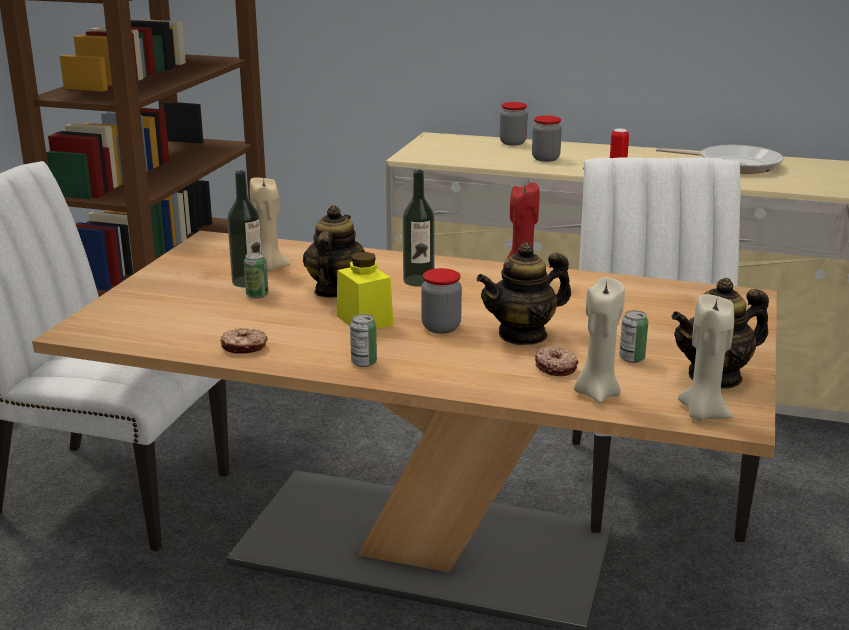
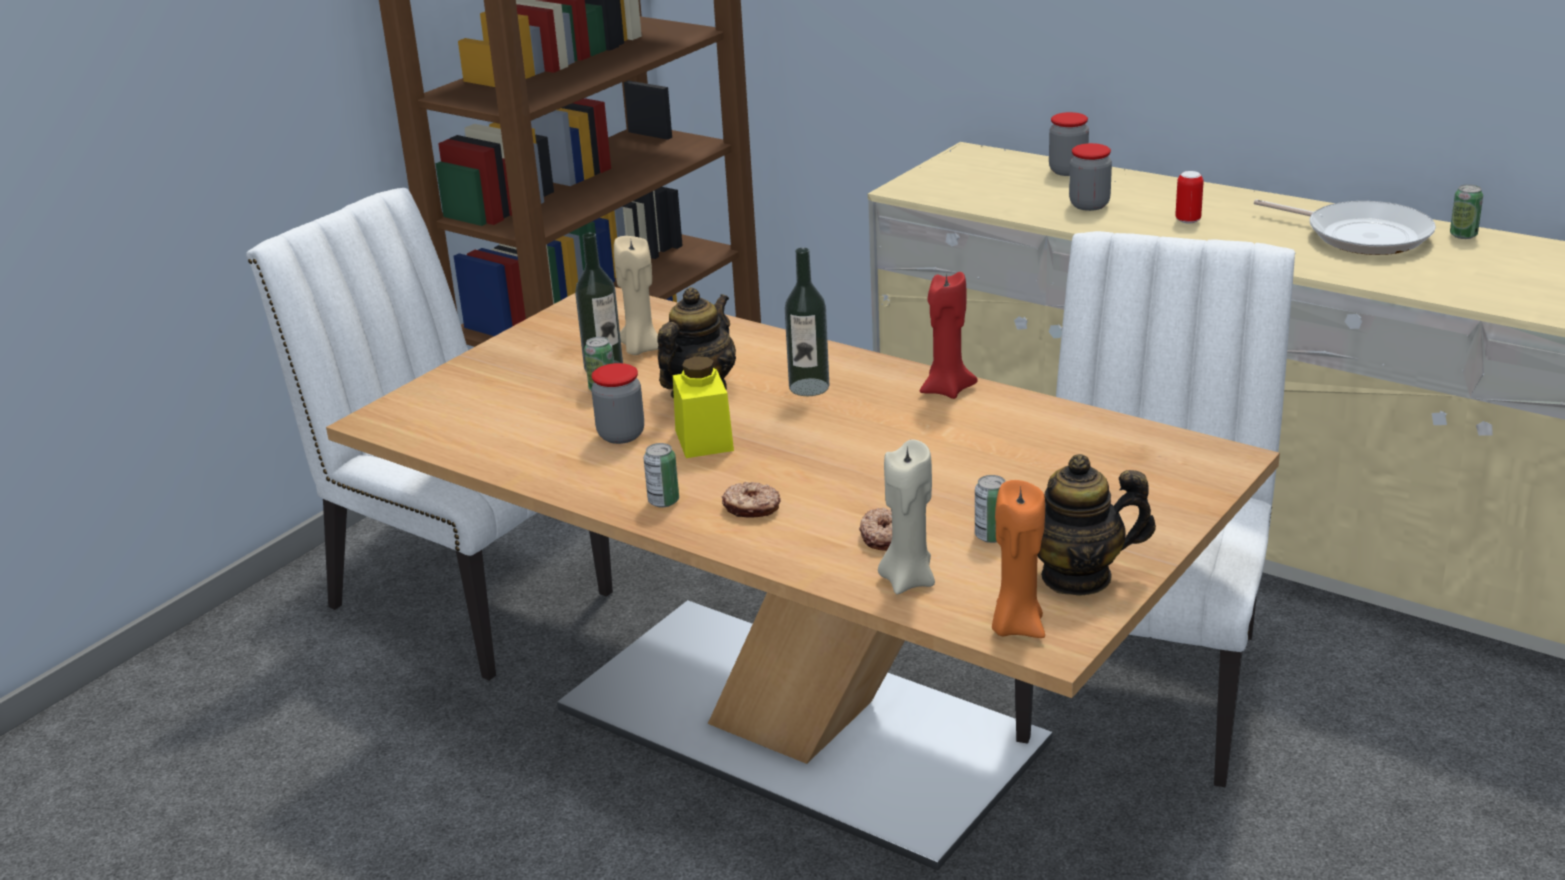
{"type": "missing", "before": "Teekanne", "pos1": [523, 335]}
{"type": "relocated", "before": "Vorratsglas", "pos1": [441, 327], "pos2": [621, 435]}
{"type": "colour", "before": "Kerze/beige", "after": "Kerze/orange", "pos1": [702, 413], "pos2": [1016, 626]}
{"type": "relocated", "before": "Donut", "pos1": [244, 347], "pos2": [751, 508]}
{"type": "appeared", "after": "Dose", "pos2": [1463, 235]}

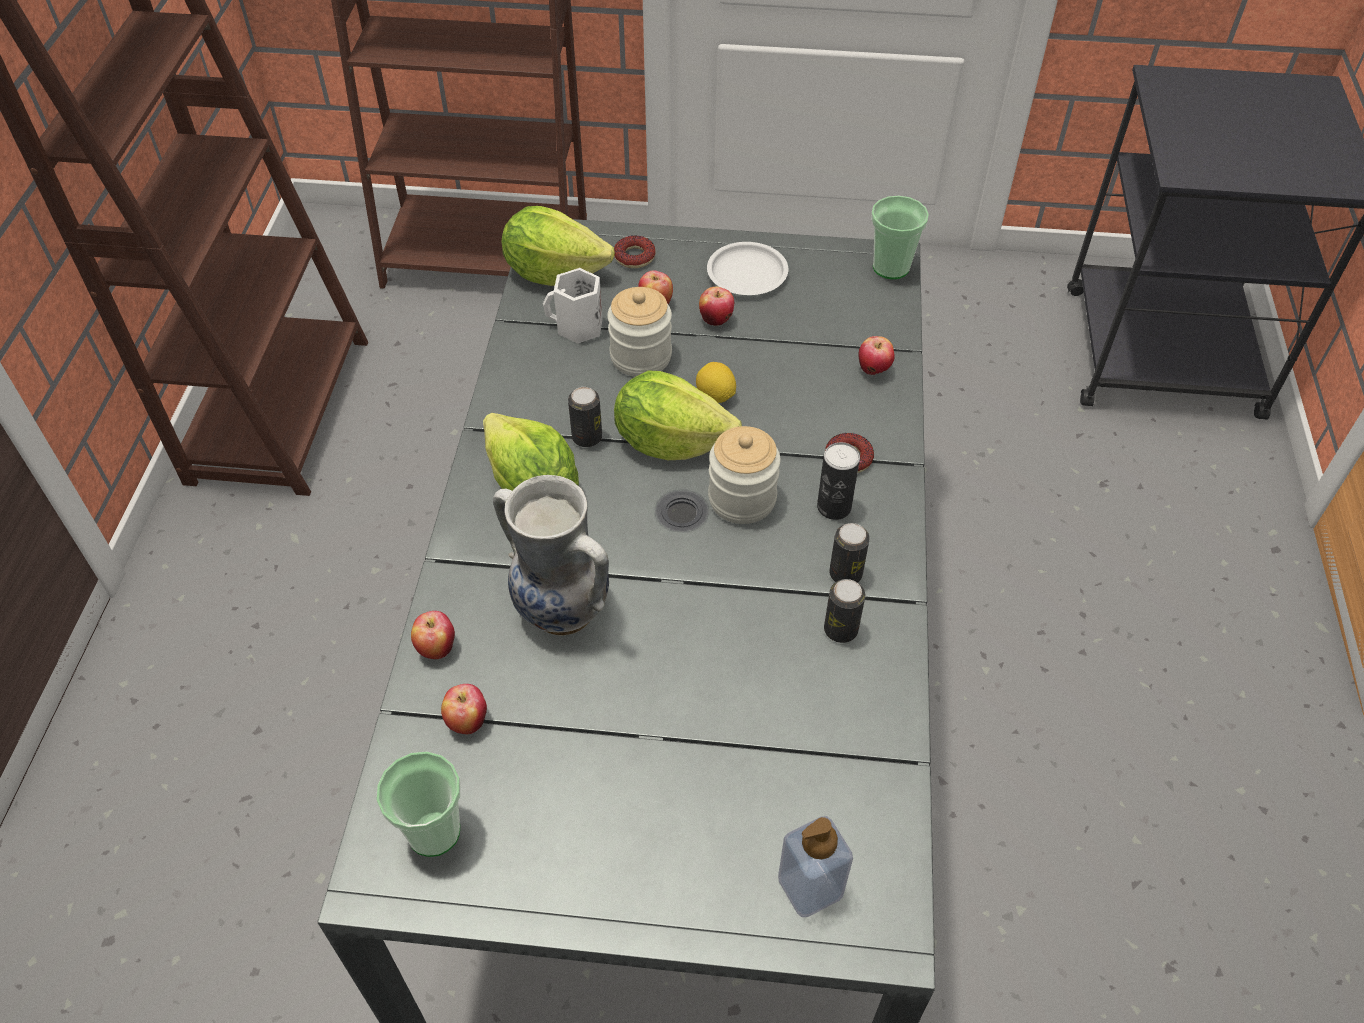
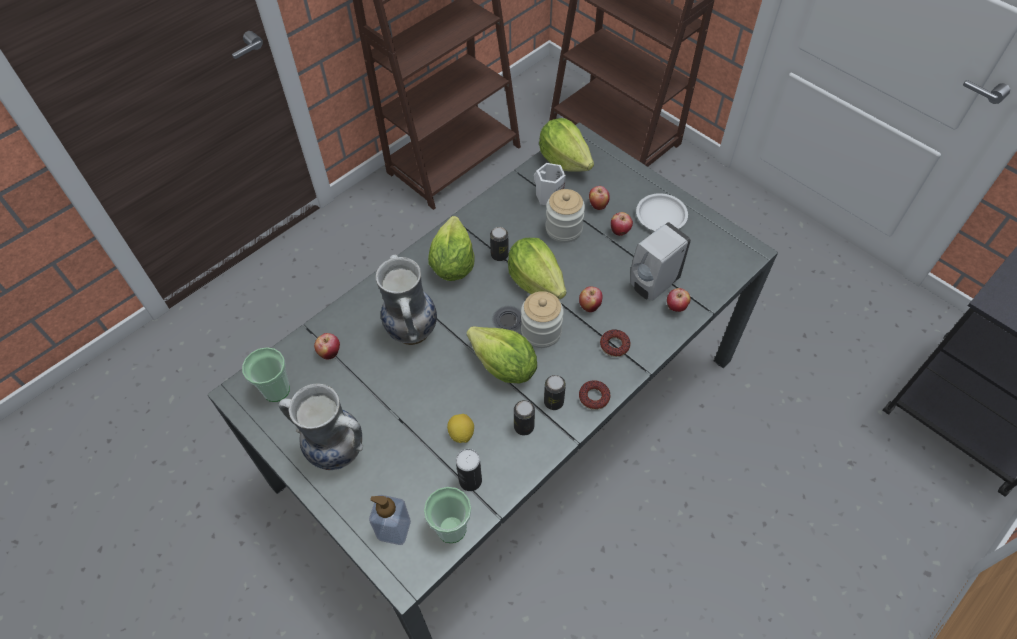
{"type": "relocated", "before": "Tasse", "pos1": [891, 267], "pos2": [451, 528]}
{"type": "relocated", "before": "Donut", "pos1": [634, 257], "pos2": [594, 397]}
{"type": "relocated", "before": "Zitrone", "pos1": [715, 396], "pos2": [461, 434]}
{"type": "relocated", "before": "Dose", "pos1": [834, 507], "pos2": [470, 480]}
{"type": "relocated", "before": "Apfel", "pos1": [436, 648], "pos2": [589, 306]}
{"type": "appeared", "after": "Seifenspender/weiß", "pos2": [652, 285]}
{"type": "appeared", "after": "Salatkopf", "pos2": [504, 367]}
{"type": "appeared", "after": "Vase", "pos2": [336, 452]}

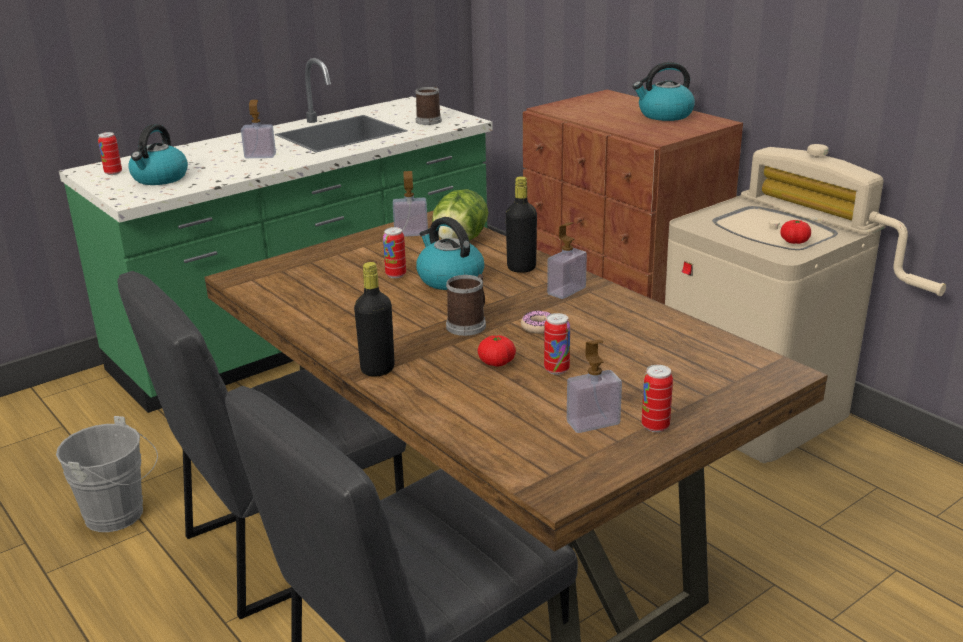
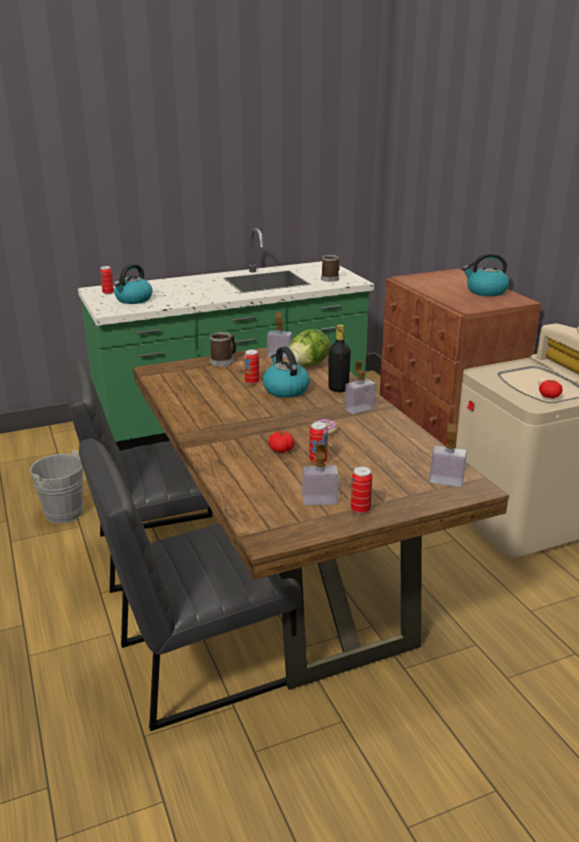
{"type": "relocated", "before": "Seifenspender", "pos1": [260, 156], "pos2": [446, 481]}
{"type": "missing", "before": "Flasche/schwarz", "pos1": [377, 369]}
{"type": "relocated", "before": "Henkelbecher", "pos1": [469, 324], "pos2": [224, 361]}

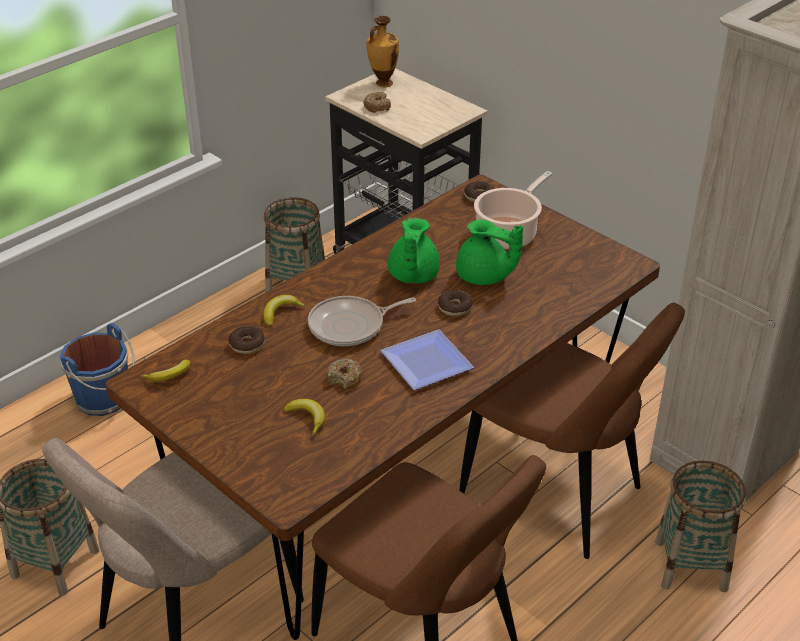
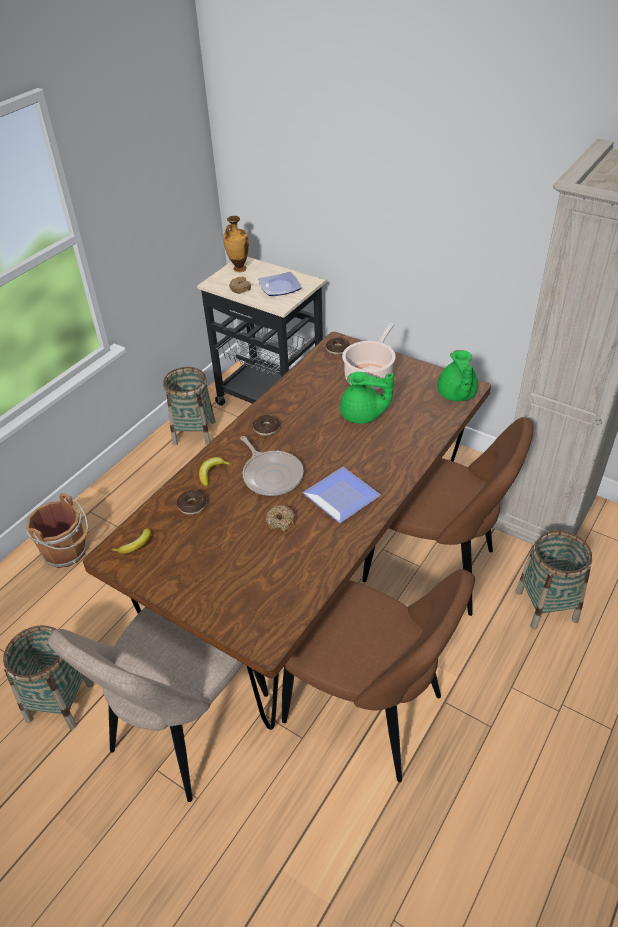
{"type": "relocated", "before": "Teekanne/grün", "pos1": [412, 276], "pos2": [456, 395]}
{"type": "relocated", "before": "Donut", "pos1": [455, 307], "pos2": [266, 428]}
{"type": "spun", "before": "Pfanne", "pos1": [350, 326], "pos2": [271, 475], "turn": -90}
{"type": "colour", "before": "Eimer/blau", "after": "Eimer/braun", "pos1": [105, 399], "pos2": [67, 552]}
{"type": "missing", "before": "Banane", "pos1": [307, 418]}
{"type": "appeared", "after": "Teller", "pos2": [280, 286]}

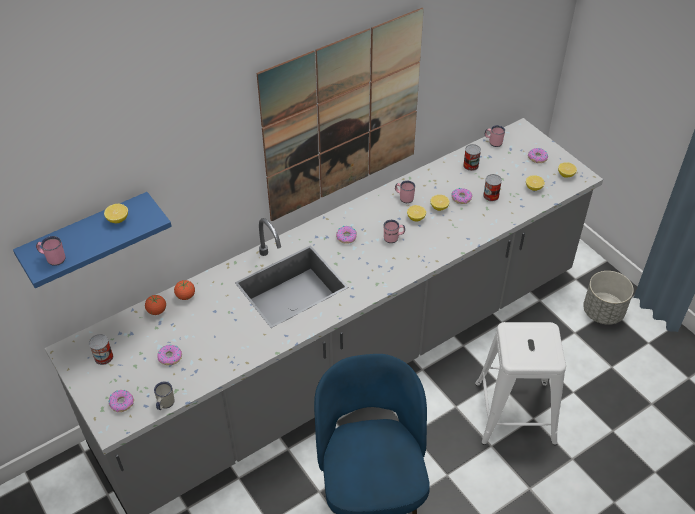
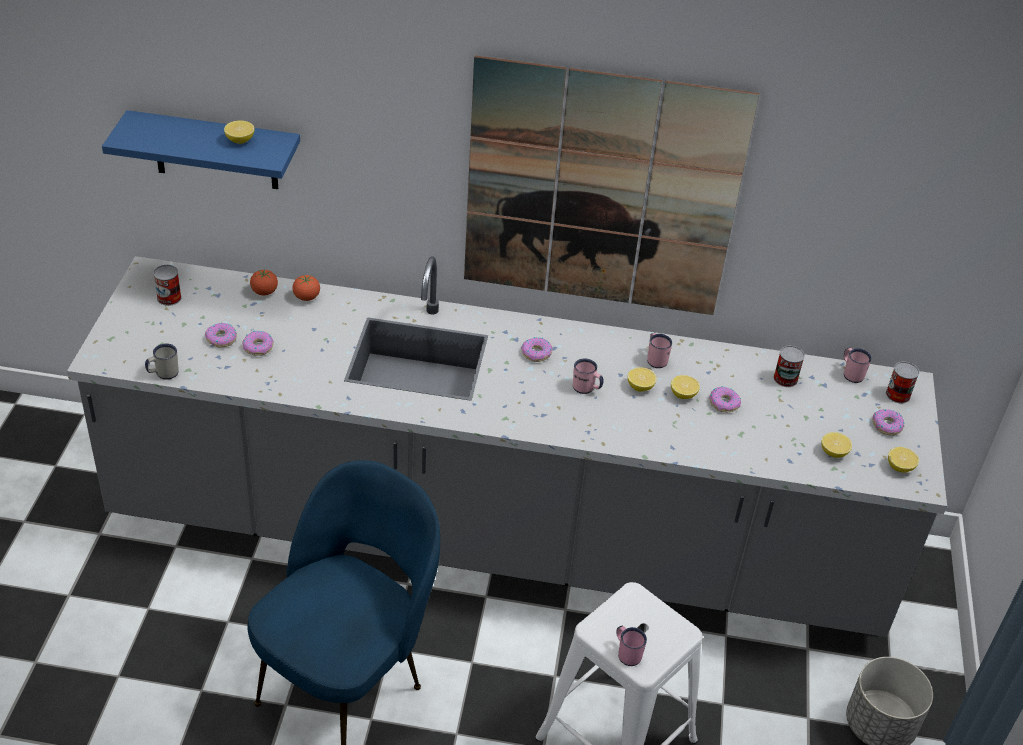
{"type": "relocated", "before": "Dose", "pos1": [491, 195], "pos2": [898, 395]}
{"type": "relocated", "before": "Henkelbecher/rosa", "pos1": [53, 258], "pos2": [627, 653]}
{"type": "relocated", "before": "Donut", "pos1": [121, 403], "pos2": [258, 347]}

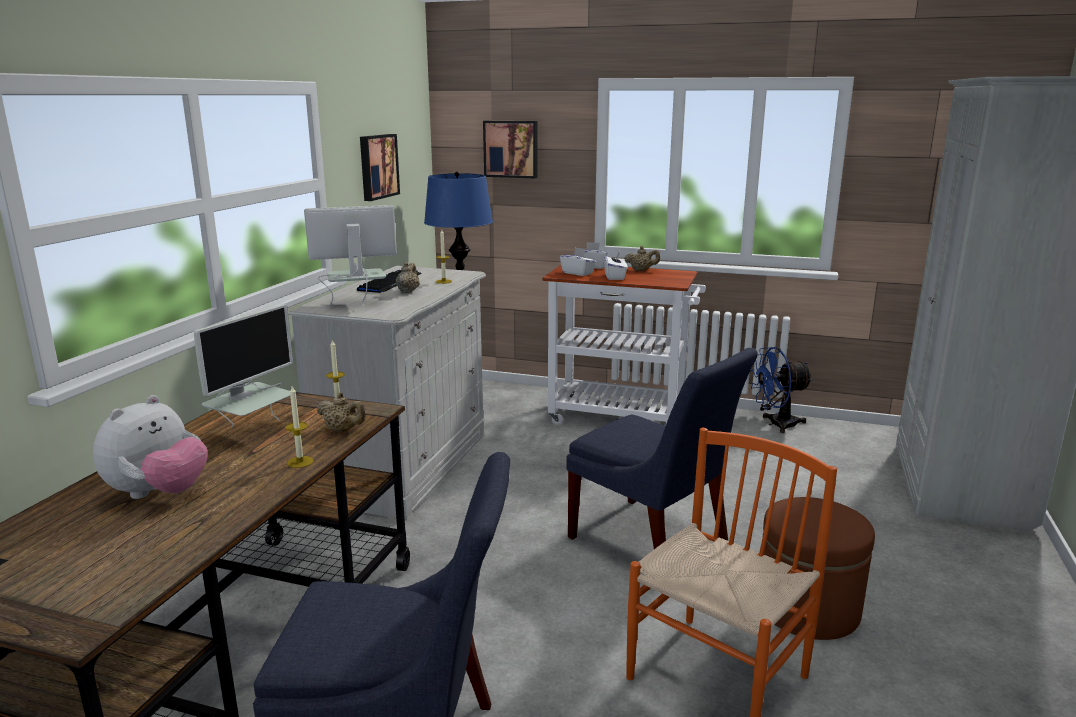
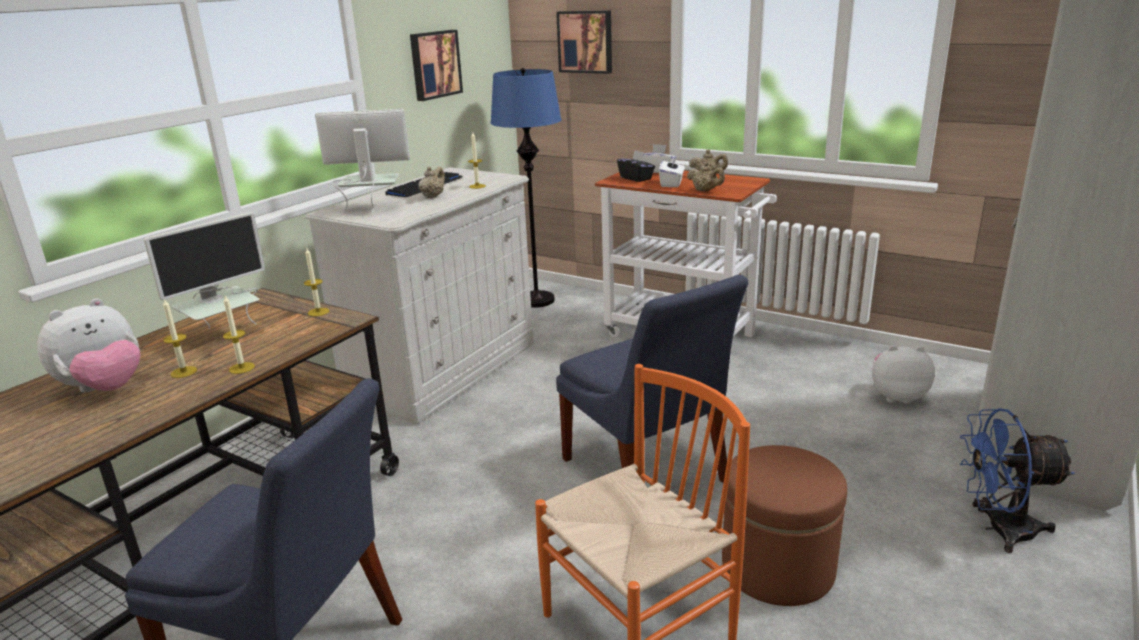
{"type": "colour", "before": "Taschentuchbox/weiß", "after": "Taschentuchbox/schwarz", "pos1": [578, 273], "pos2": [636, 178]}
{"type": "relocated", "before": "Ventilator/blau", "pos1": [776, 424], "pos2": [999, 529]}
{"type": "relocated", "before": "Teekanne/beige", "pos1": [343, 430], "pos2": [705, 191]}
{"type": "appeared", "after": "Kerze", "pos2": [184, 372]}
{"type": "appeared", "after": "Plüschtier", "pos2": [897, 396]}

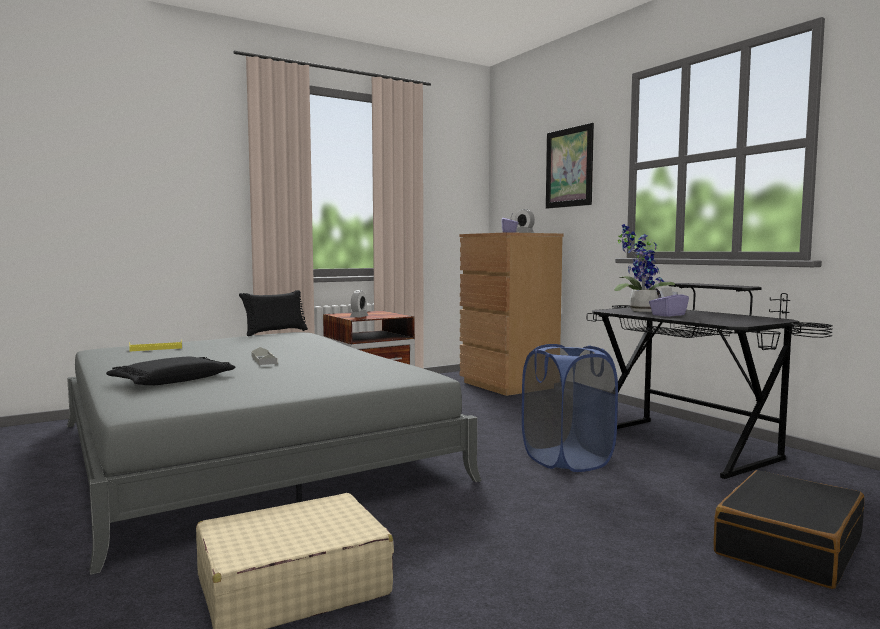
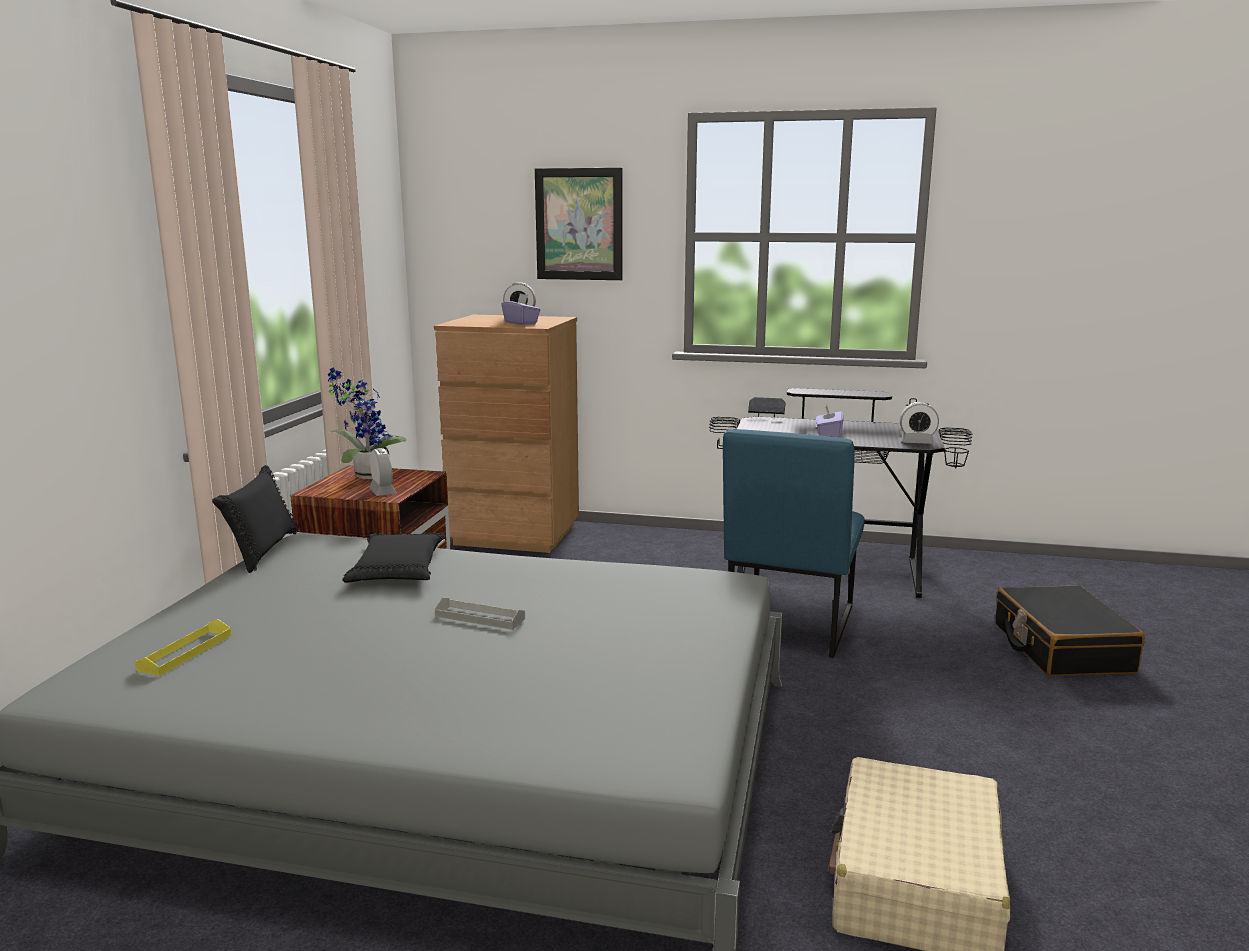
{"type": "relocated", "before": "Topfpflanze", "pos1": [640, 311], "pos2": [366, 475]}
{"type": "exchanged", "before": "Wäschekorb/blau", "after": "Stuhl/blau", "pos1": [566, 460], "pos2": [788, 624]}
{"type": "relocated", "before": "Kissen/schwarz", "pos1": [173, 379], "pos2": [398, 566]}
{"type": "appeared", "after": "Wecker", "pos2": [917, 442]}

